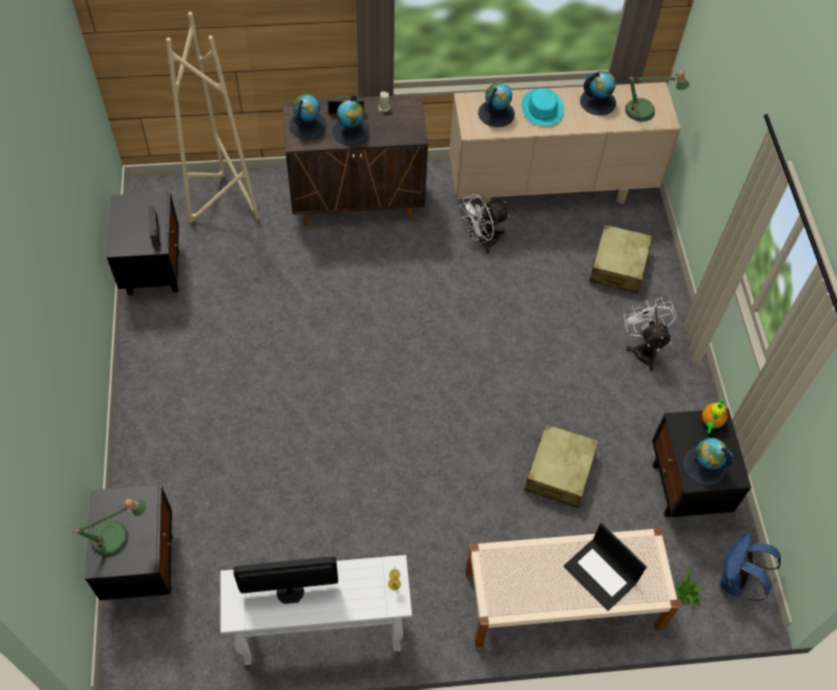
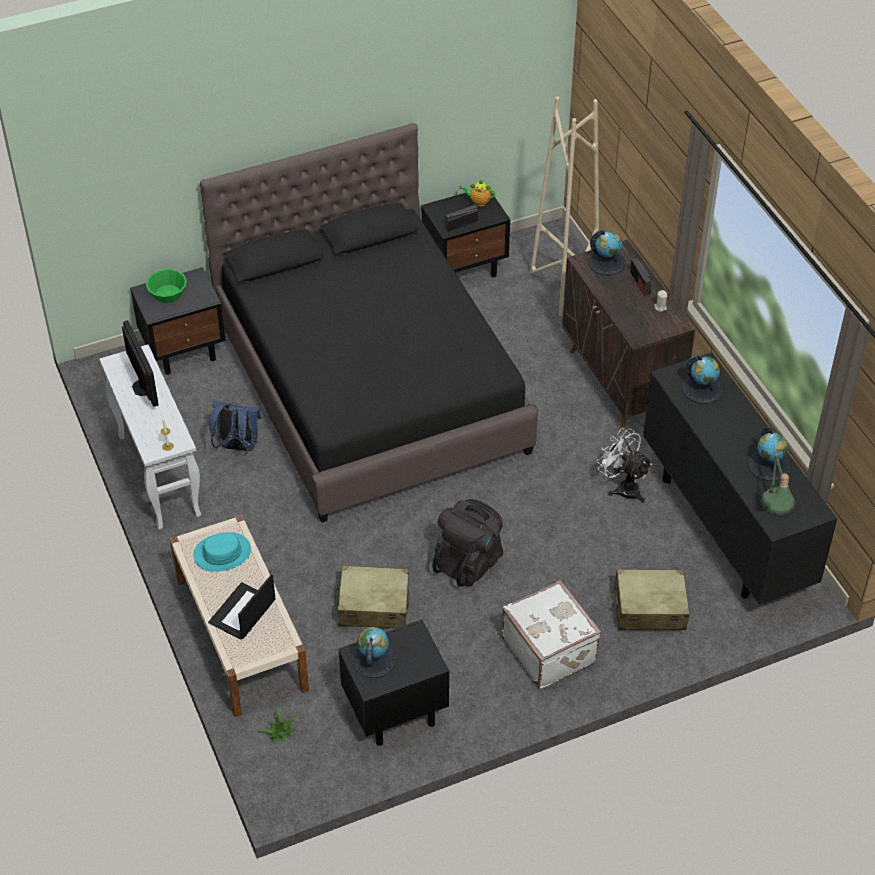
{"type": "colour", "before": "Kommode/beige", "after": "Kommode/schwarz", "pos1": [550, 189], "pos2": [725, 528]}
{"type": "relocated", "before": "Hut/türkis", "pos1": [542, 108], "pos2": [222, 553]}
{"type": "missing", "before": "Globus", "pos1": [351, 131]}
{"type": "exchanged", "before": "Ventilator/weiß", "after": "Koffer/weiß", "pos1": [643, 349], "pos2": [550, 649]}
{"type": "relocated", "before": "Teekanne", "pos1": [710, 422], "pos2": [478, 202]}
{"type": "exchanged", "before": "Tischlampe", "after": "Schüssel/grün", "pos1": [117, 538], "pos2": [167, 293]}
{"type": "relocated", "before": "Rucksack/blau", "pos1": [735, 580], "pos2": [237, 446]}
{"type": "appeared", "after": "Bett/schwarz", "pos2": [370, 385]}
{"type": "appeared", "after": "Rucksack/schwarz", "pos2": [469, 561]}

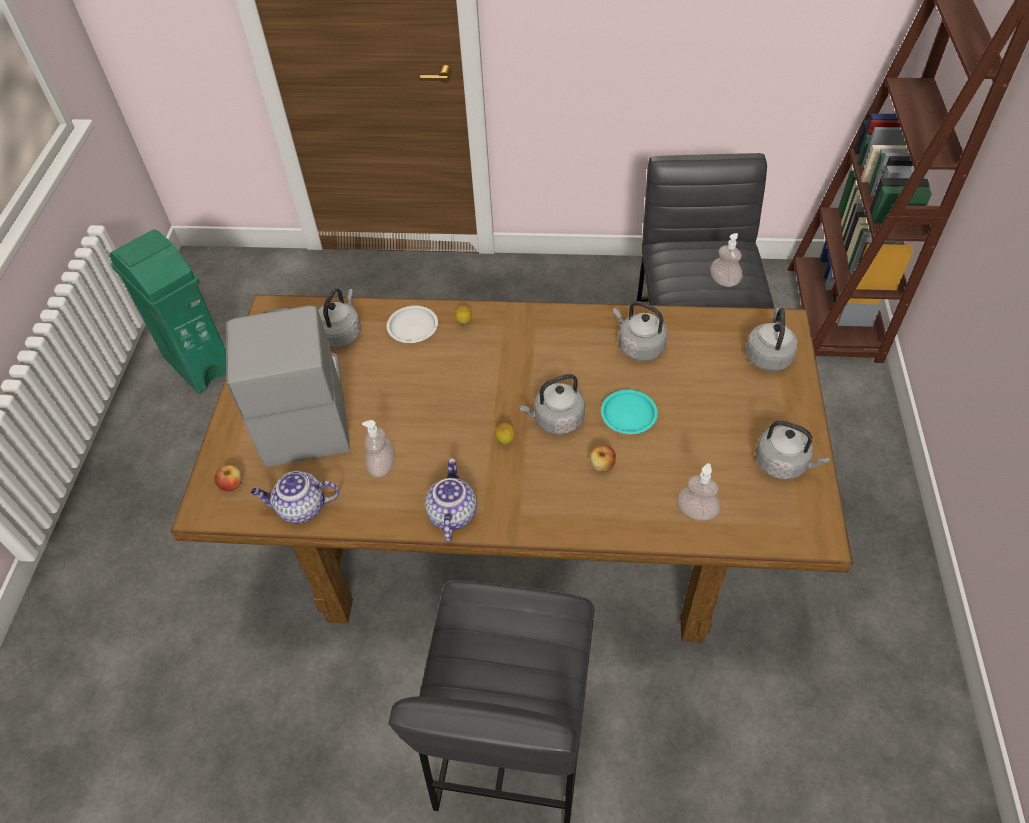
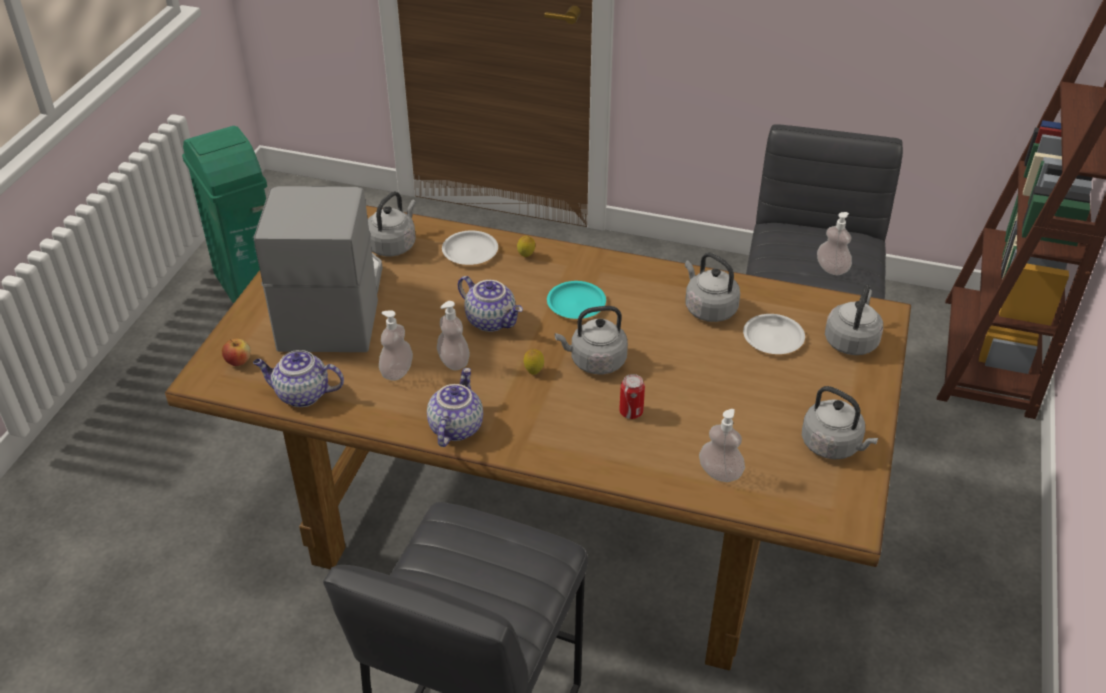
{"type": "relocated", "before": "Teller/türkis", "pos1": [628, 414], "pos2": [576, 303]}
{"type": "exchanged", "before": "Apfel", "after": "Dose", "pos1": [602, 465], "pos2": [631, 412]}
{"type": "appeared", "after": "Teekanne", "pos2": [492, 320]}
{"type": "appeared", "after": "Seifenspender", "pos2": [454, 362]}
{"type": "appeared", "after": "Teller/weiß", "pos2": [772, 338]}

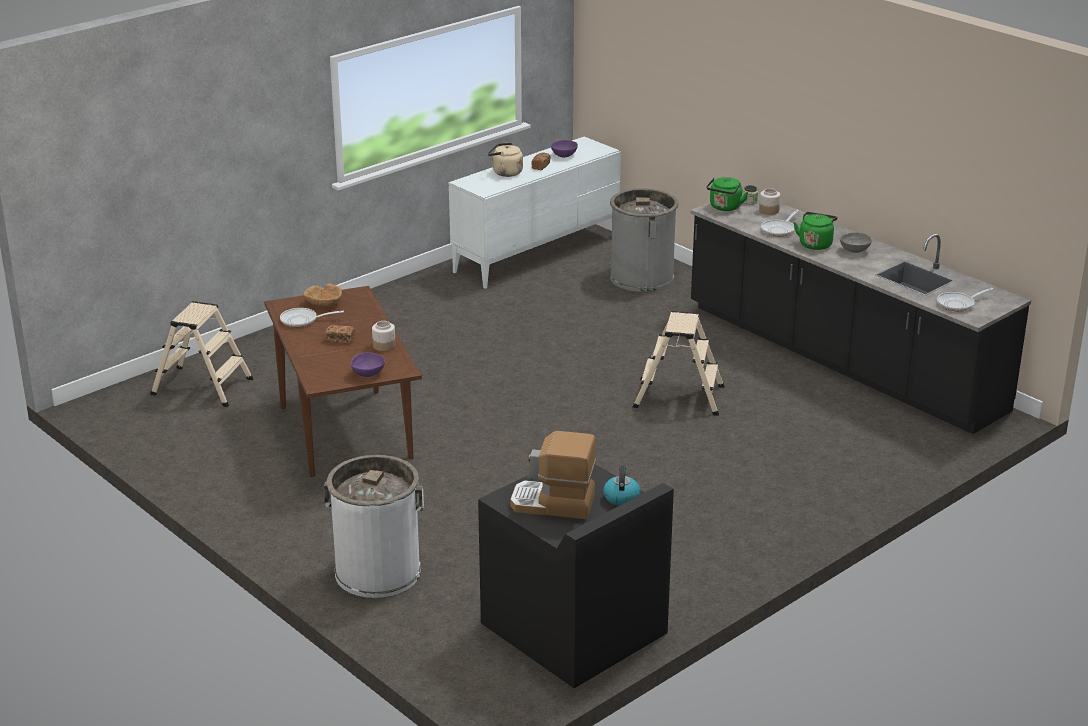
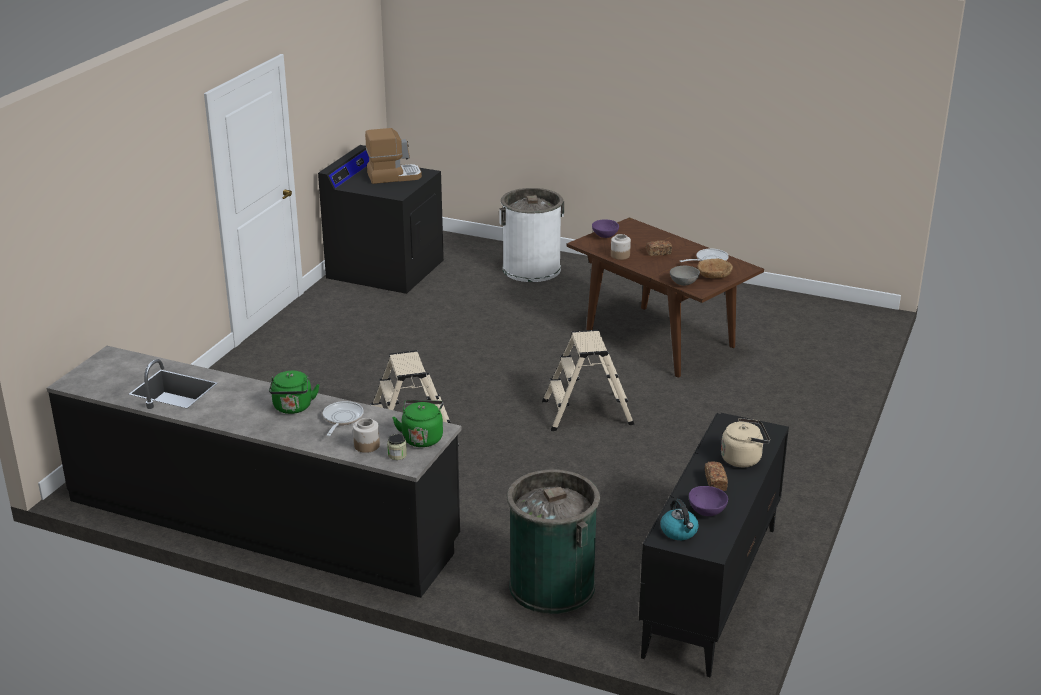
{"type": "colour", "before": "Kommode/weiß", "after": "Kommode/schwarz", "pos1": [536, 253], "pos2": [712, 591]}
{"type": "colour", "before": "Mülleimer/grau", "after": "Mülleimer/grün", "pos1": [641, 277], "pos2": [552, 586]}
{"type": "relocated", "before": "Schüssel/grau", "pos1": [854, 250], "pos2": [684, 283]}
{"type": "missing", "before": "Pfanne", "pos1": [958, 304]}
{"type": "relocated", "before": "Trittleiter/beige", "pos1": [202, 386], "pos2": [587, 412]}
{"type": "relocated", "before": "Wasserkessel", "pos1": [621, 497], "pos2": [679, 532]}

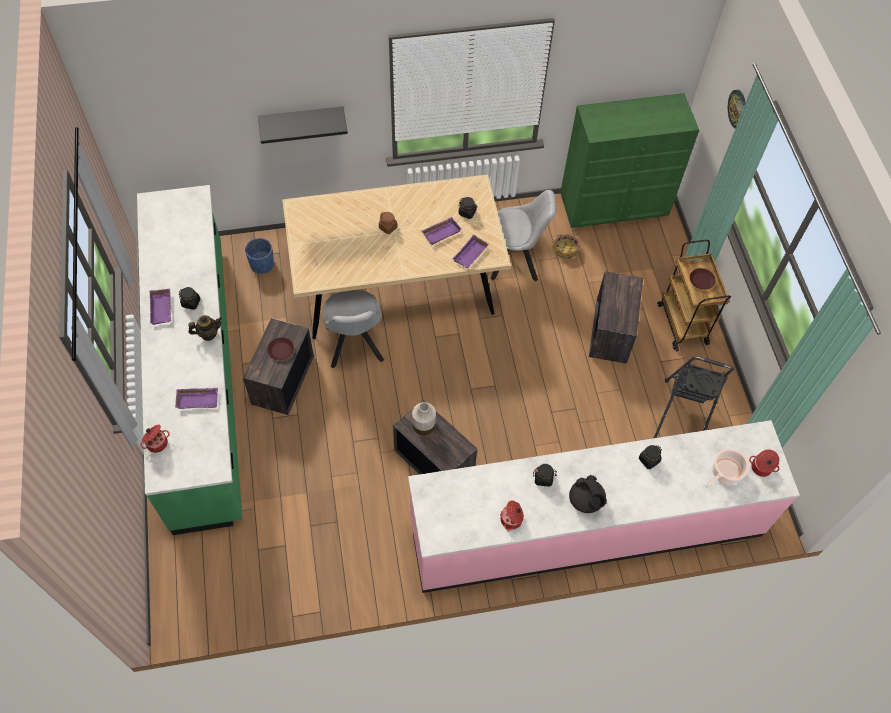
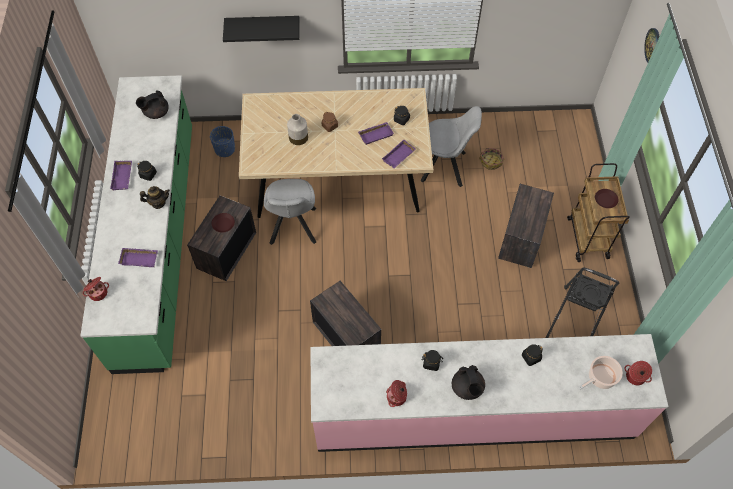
{"type": "missing", "before": "Kommode/grün", "pos1": [614, 206]}
{"type": "relocated", "before": "Vase/beige", "pos1": [423, 424], "pos2": [298, 137]}
{"type": "appeared", "after": "Teekanne/schwarz", "pos2": [156, 113]}

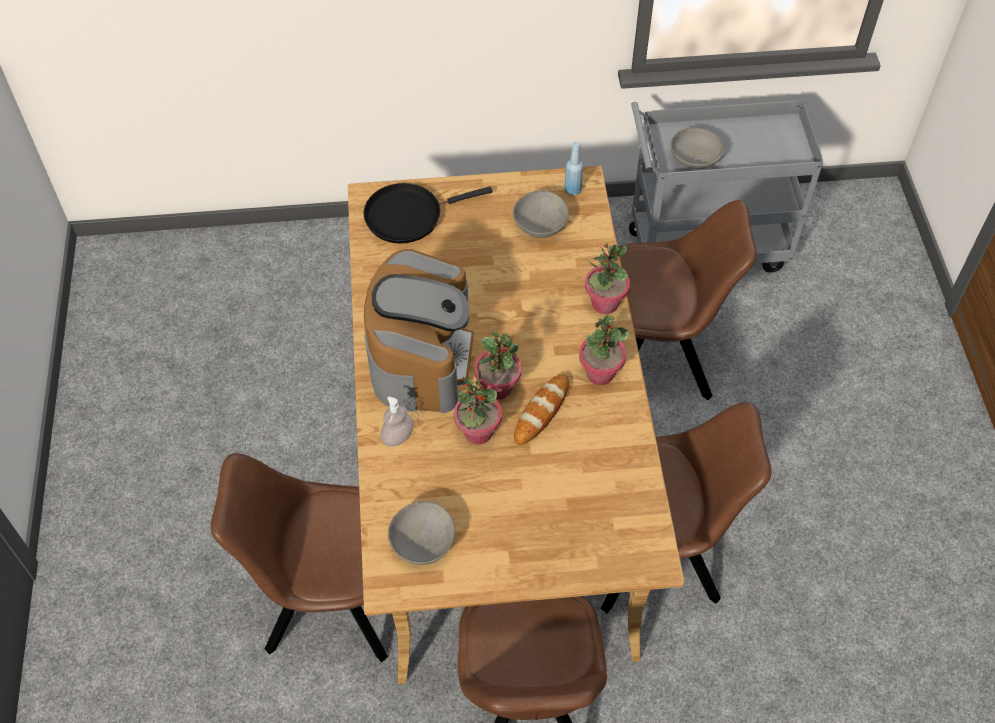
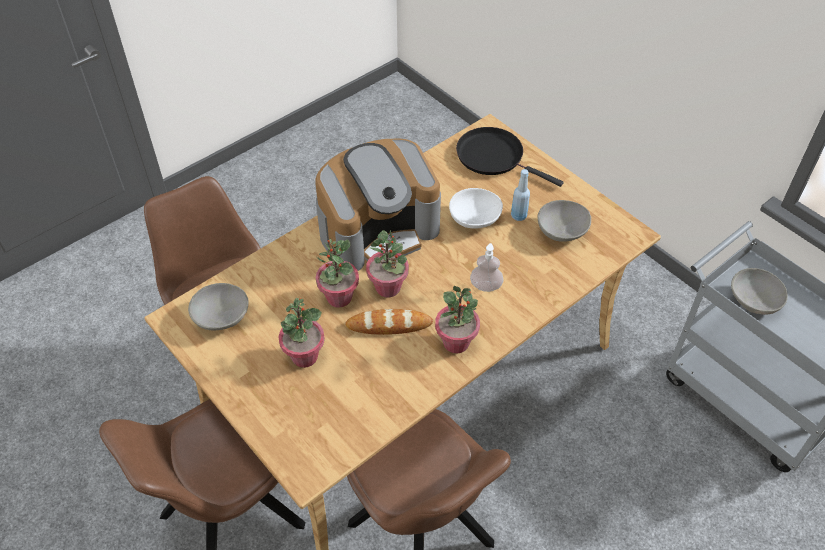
{"type": "relocated", "before": "Flasche/blau", "pos1": [572, 190], "pos2": [518, 216]}
{"type": "missing", "before": "Stuhl/braun", "pos1": [655, 361]}
{"type": "relocated", "before": "Topfpflanze", "pos1": [604, 303], "pos2": [304, 356]}
{"type": "relocated", "before": "Seifenspender", "pos1": [398, 437], "pos2": [485, 286]}
{"type": "appeared", "after": "Schüssel/weiß", "pos2": [474, 218]}

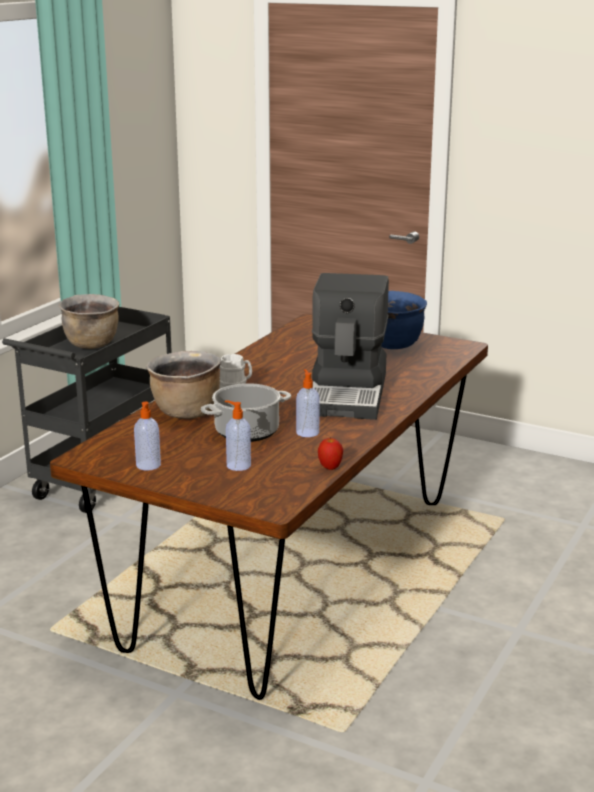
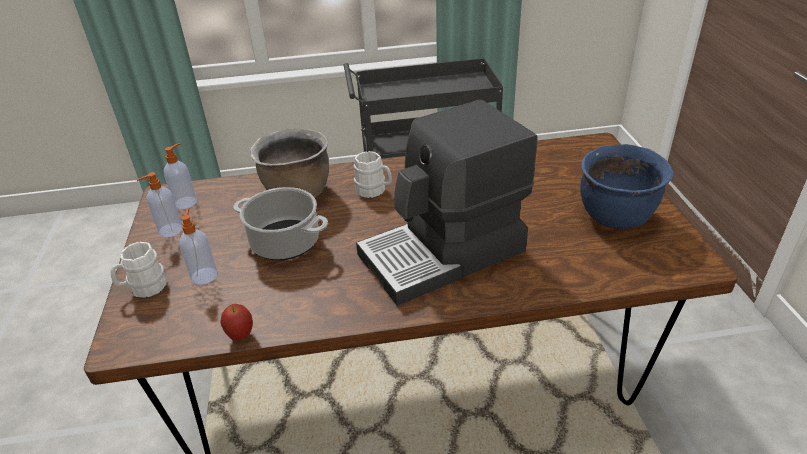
{"type": "missing", "before": "Kochtopf/braun", "pos1": [92, 344]}
{"type": "relocated", "before": "Seifenspender", "pos1": [307, 432], "pos2": [186, 202]}
{"type": "appeared", "after": "Henkelbecher/weiß", "pos2": [144, 288]}

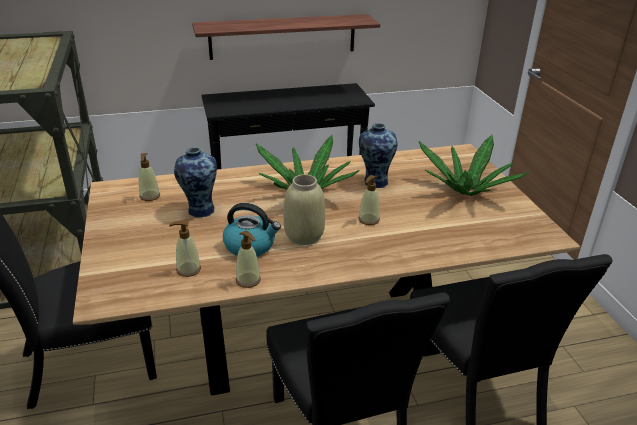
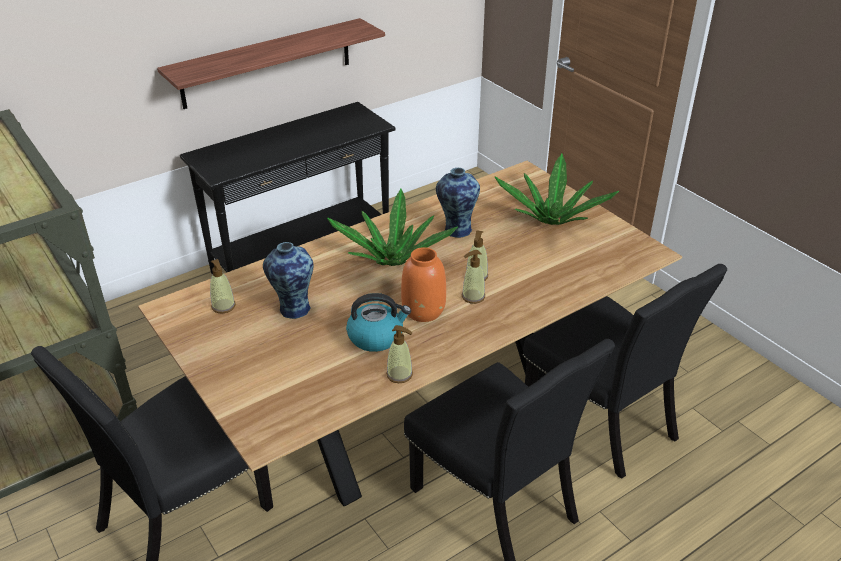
{"type": "colour", "before": "Vase/beige", "after": "Vase/orange", "pos1": [304, 235], "pos2": [423, 310]}
{"type": "relocated", "before": "Seifenspender", "pos1": [188, 269], "pos2": [473, 297]}

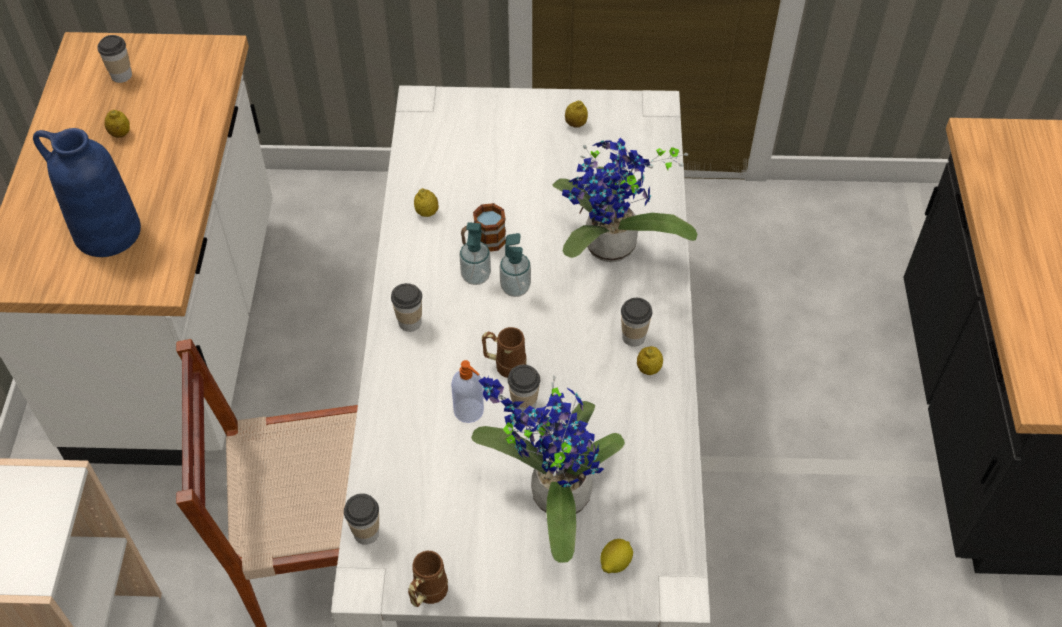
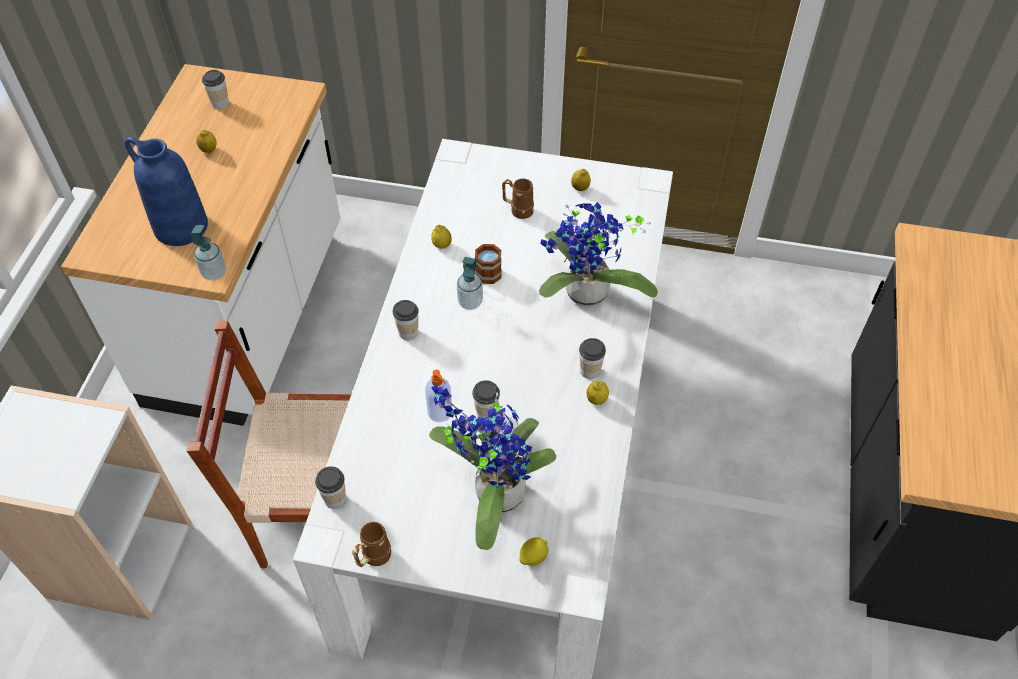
{"type": "relocated", "before": "Seifenspender", "pos1": [515, 287], "pos2": [214, 273]}
{"type": "relocated", "before": "Henkelbecher/braun", "pos1": [504, 365], "pos2": [517, 210]}

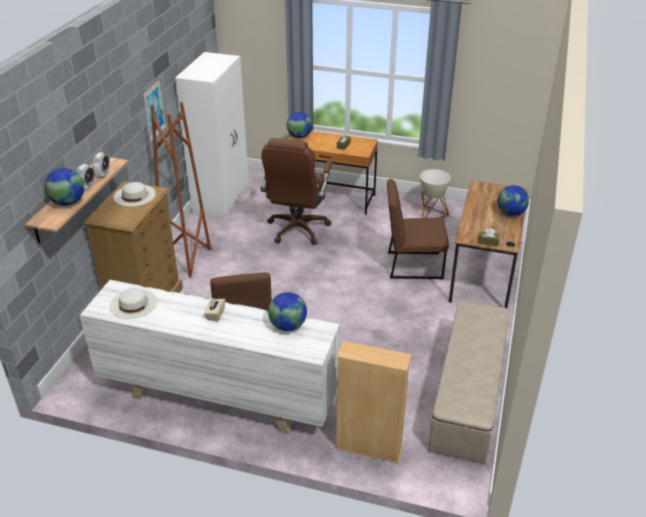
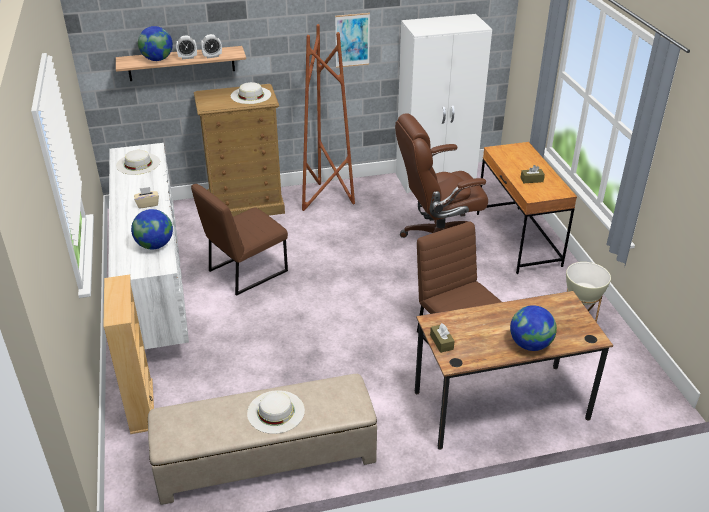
{"type": "missing", "before": "Globus", "pos1": [299, 136]}
{"type": "appeared", "after": "Hut/weiß", "pos2": [276, 411]}

